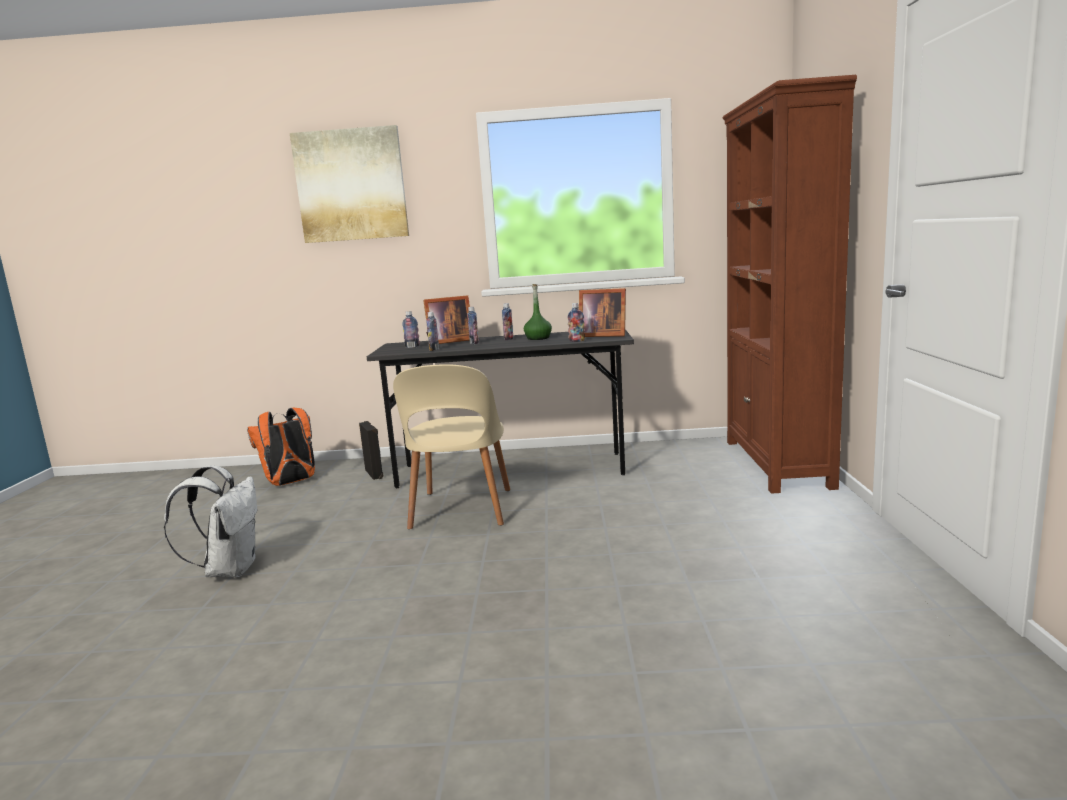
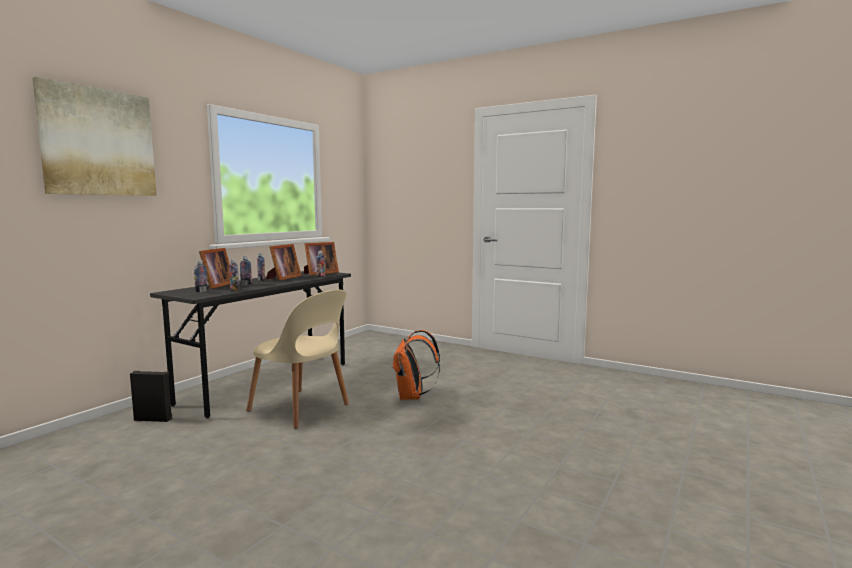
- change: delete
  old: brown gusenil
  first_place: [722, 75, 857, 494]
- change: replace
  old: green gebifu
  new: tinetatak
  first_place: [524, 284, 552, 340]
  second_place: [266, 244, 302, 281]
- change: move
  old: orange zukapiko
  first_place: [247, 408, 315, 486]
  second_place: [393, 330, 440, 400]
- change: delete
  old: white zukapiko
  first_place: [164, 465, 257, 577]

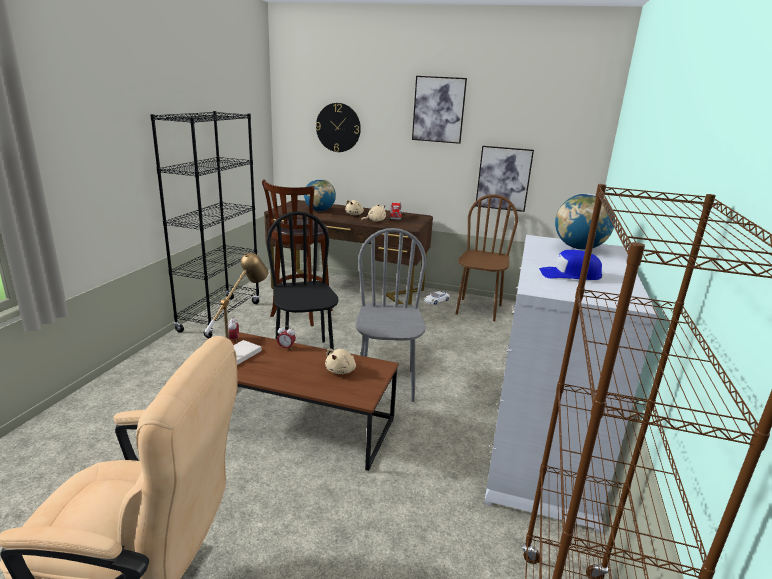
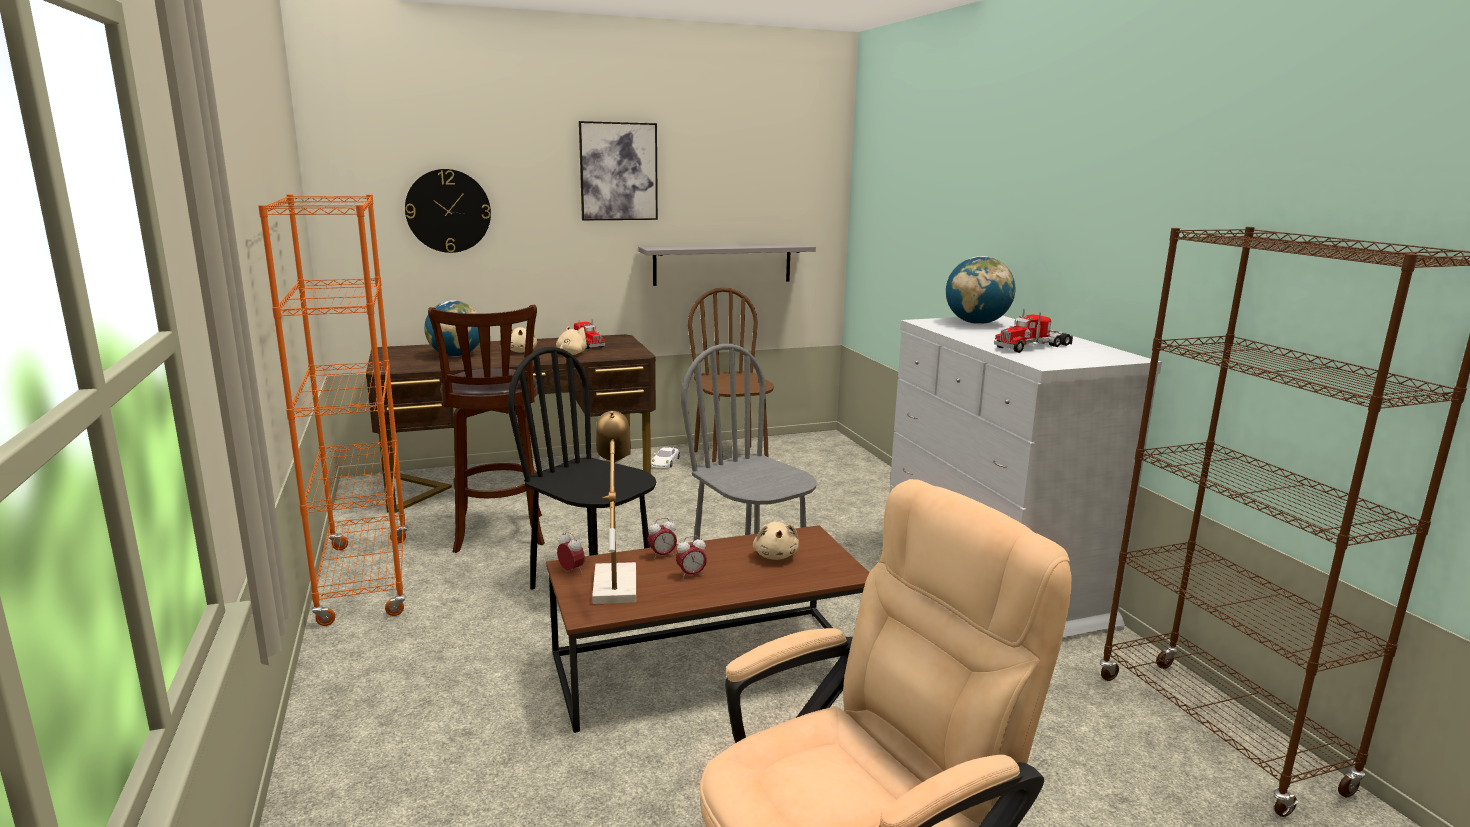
- change: recolor
  old: black gusenil
  new: orange gusenil
  first_place: [150, 111, 260, 338]
  second_place: [258, 194, 408, 626]
- change: replace
  old: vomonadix
  new: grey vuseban
  first_place: [476, 146, 534, 212]
  second_place: [638, 244, 816, 286]
- change: replace
  old: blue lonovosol
  new: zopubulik
  first_place: [539, 250, 602, 280]
  second_place: [994, 309, 1073, 353]
- change: insert
  new: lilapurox
  second_place: [676, 536, 707, 579]

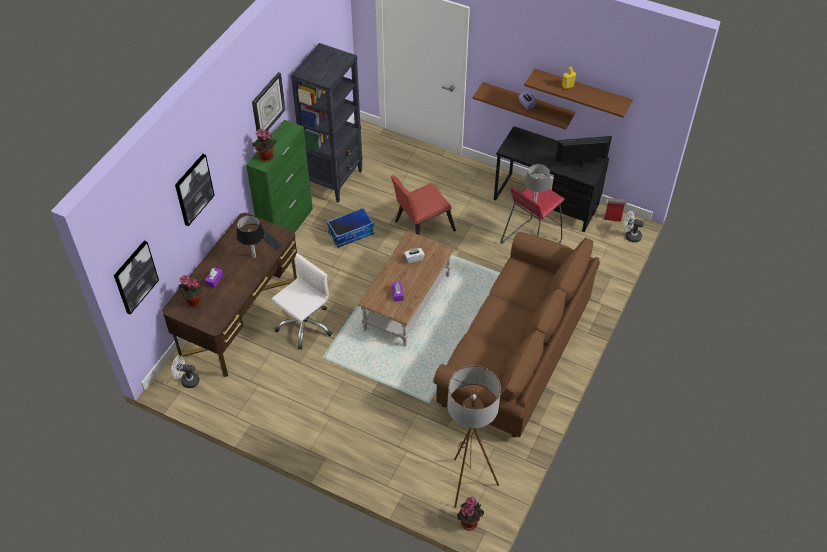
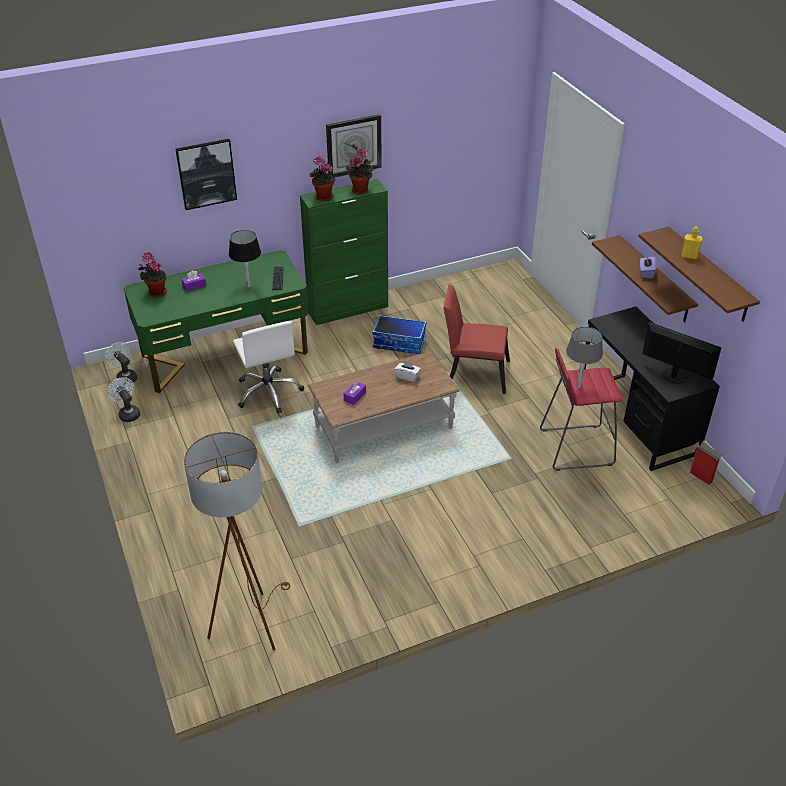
- change: delete
  old: black gusenil
  first_place: [291, 43, 363, 203]
- change: move
  old: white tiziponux
  first_place: [623, 211, 644, 243]
  second_place: [107, 377, 140, 422]
- change: recolor
  old: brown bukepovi
  new: green bukepovi
  first_place: [162, 213, 297, 377]
  second_place: [123, 250, 309, 393]
- change: delete
  old: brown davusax
  first_place: [433, 231, 600, 437]
- change: delete
  old: vomonadix
  first_place: [114, 241, 159, 315]
- change: rotate
  old: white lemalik
  first_place: [272, 253, 332, 350]
  second_place: [233, 321, 304, 413]
  degrees: 75
- change: move
  old: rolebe
  first_place: [457, 496, 484, 530]
  second_place: [346, 148, 374, 195]

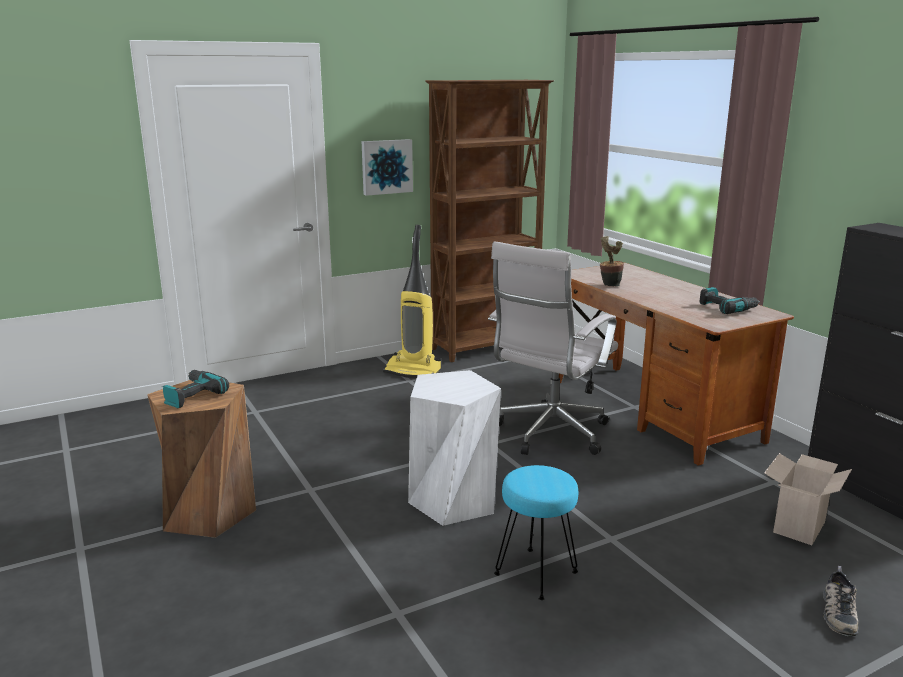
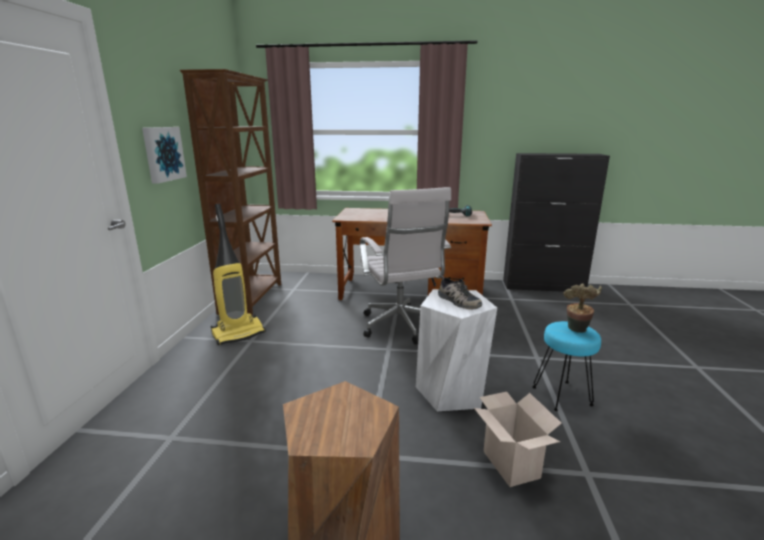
- change: move
  old: rolebe
  first_place: [600, 236, 624, 287]
  second_place: [563, 283, 602, 333]
- change: delete
  old: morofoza
  first_place: [162, 370, 229, 408]
- change: move
  old: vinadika
  first_place: [764, 453, 852, 545]
  second_place: [474, 392, 562, 487]
- change: move
  old: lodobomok
  first_place: [823, 566, 859, 636]
  second_place: [438, 275, 482, 310]

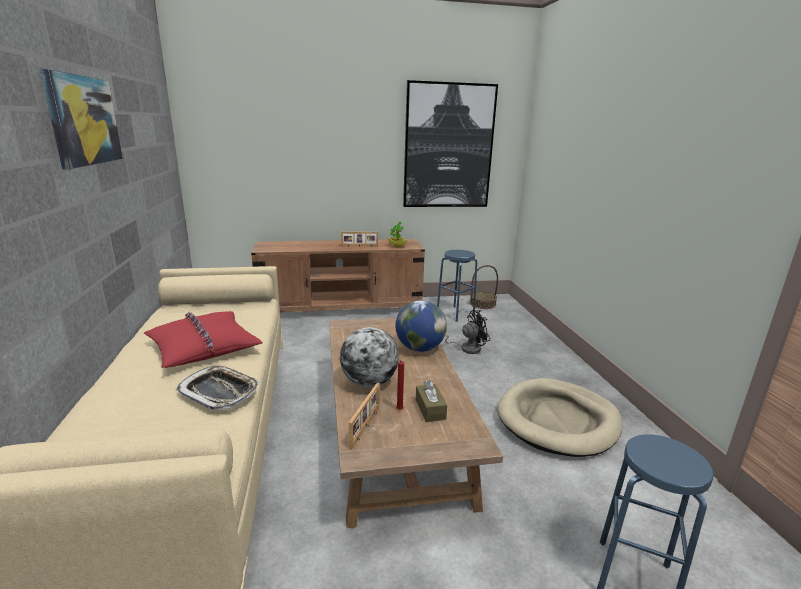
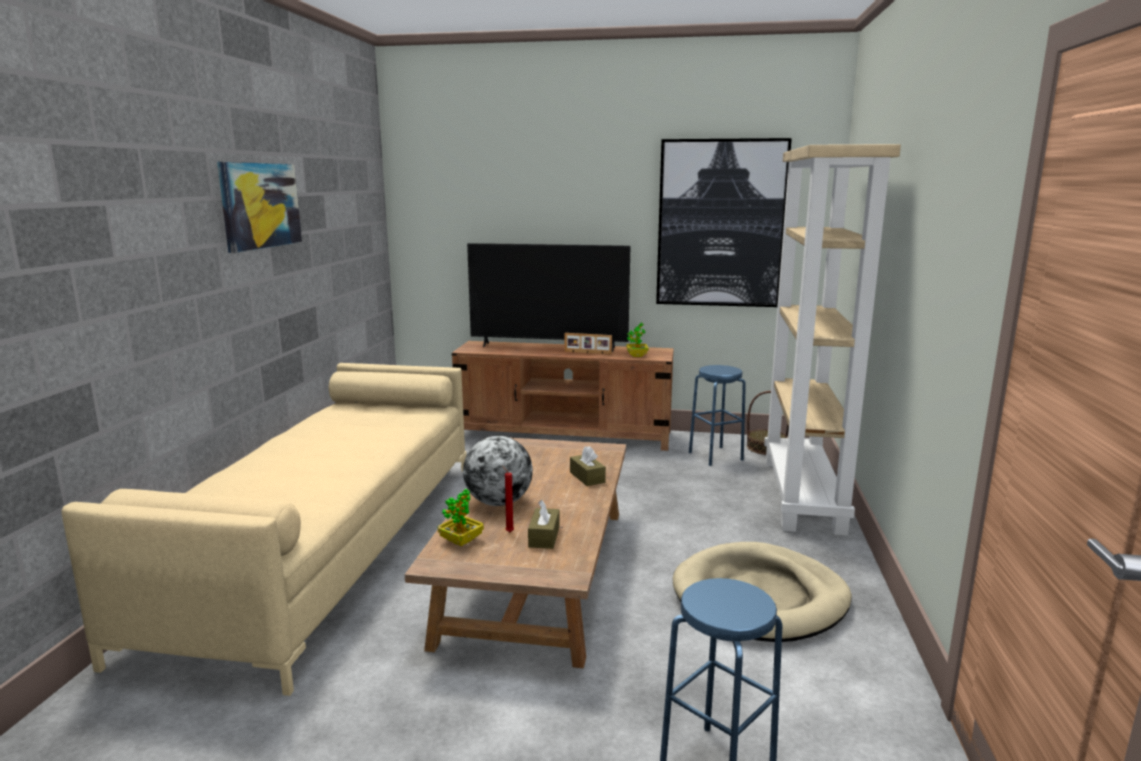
- change: replace
  old: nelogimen
  new: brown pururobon
  first_place: [395, 300, 447, 352]
  second_place: [570, 446, 606, 486]
- change: delete
  old: black tiziponux
  first_place: [445, 310, 490, 354]
- change: delete
  old: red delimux
  first_place: [144, 311, 263, 368]
- change: delete
  old: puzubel
  first_place: [176, 366, 260, 410]
- change: replace
  old: tinetatak
  new: rolebe
  first_place: [348, 383, 380, 449]
  second_place: [438, 489, 484, 546]
- change: insert
  new: beige gusenil
  second_place: [764, 144, 901, 536]
- change: insert
  new: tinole
  second_place: [467, 243, 630, 352]

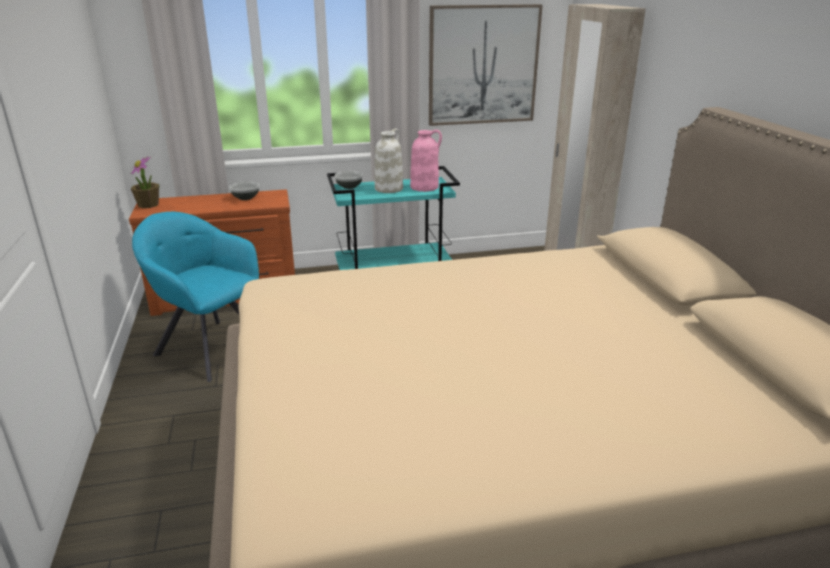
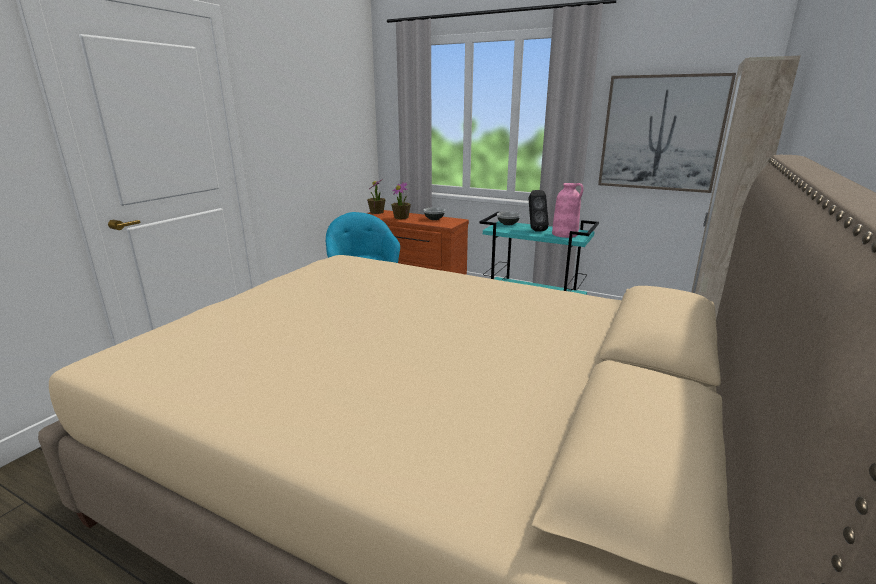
- change: replace
  old: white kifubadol
  new: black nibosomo
  first_place: [375, 128, 403, 193]
  second_place: [529, 190, 549, 232]
- change: insert
  new: rolebe
  second_place: [391, 182, 411, 220]

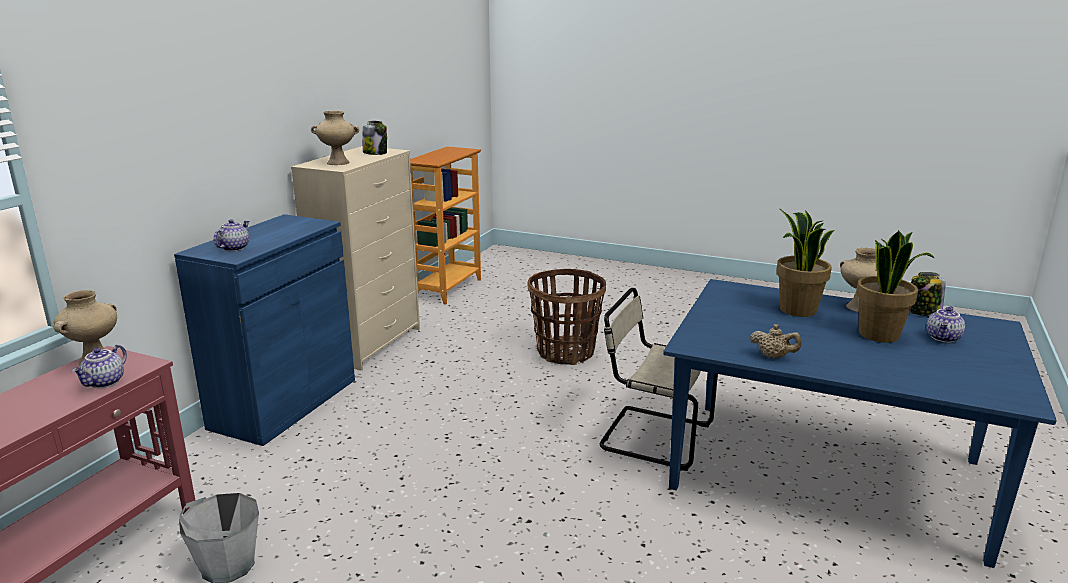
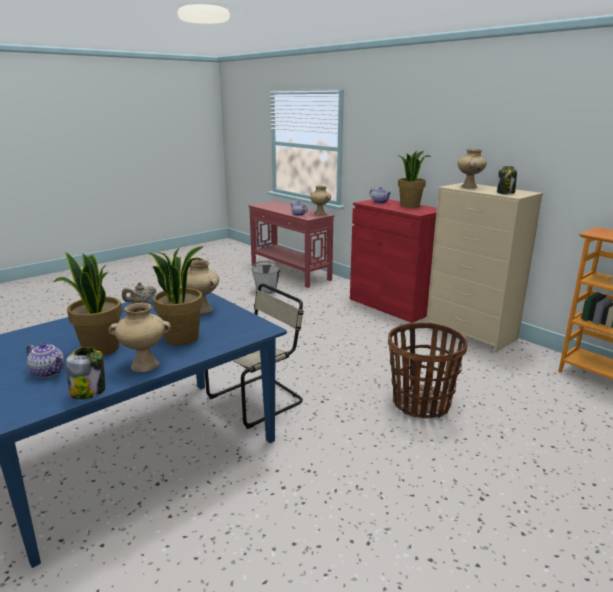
- change: recolor
  old: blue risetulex
  new: red risetulex
  first_place: [174, 214, 355, 446]
  second_place: [350, 199, 437, 323]
- change: rotate
  old: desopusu
  first_place: [927, 306, 965, 343]
  second_place: [26, 343, 64, 378]
  degrees: 150
- change: insert
  new: rolebe
  second_place: [397, 150, 431, 208]
- change: insert
  new: beige kifubadol
  second_place: [180, 260, 219, 314]

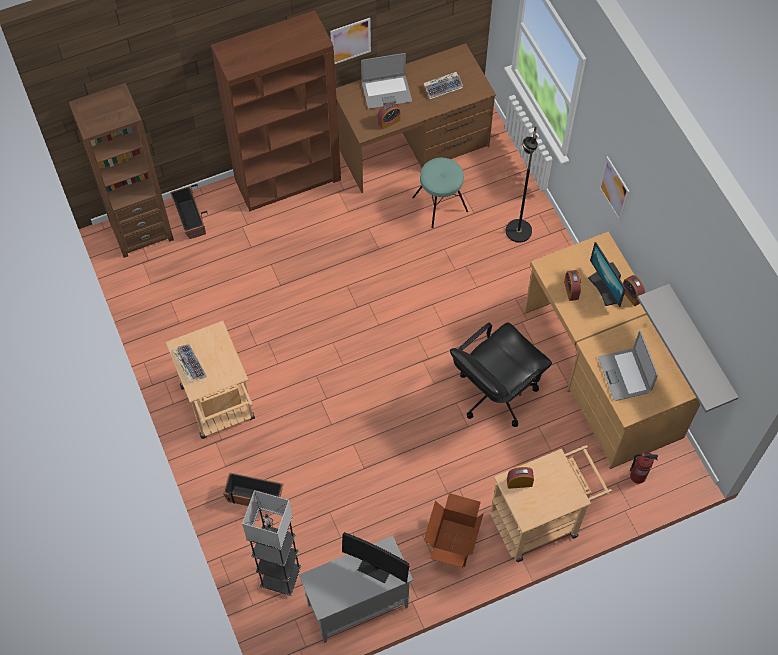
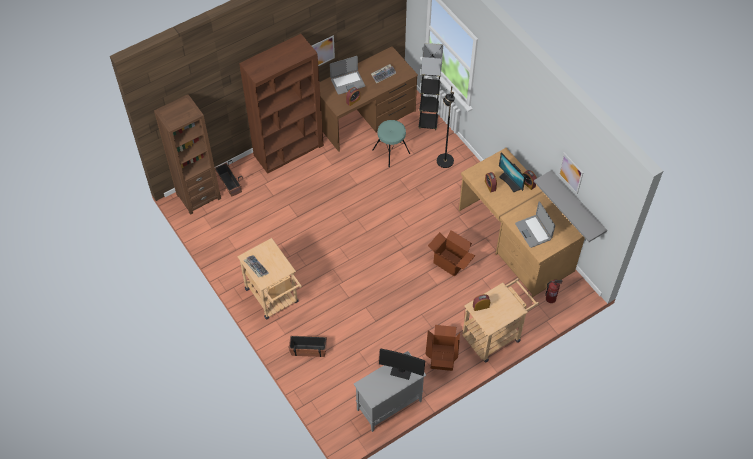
- change: move
  old: vomonadix
  first_place: [599, 156, 629, 221]
  second_place: [558, 153, 583, 194]
- change: replace
  old: black lemalik
  new: vinadika
  first_place: [450, 322, 552, 427]
  second_place: [428, 230, 476, 277]
- change: move
  old: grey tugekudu
  first_place: [242, 490, 301, 596]
  second_place: [418, 43, 444, 130]

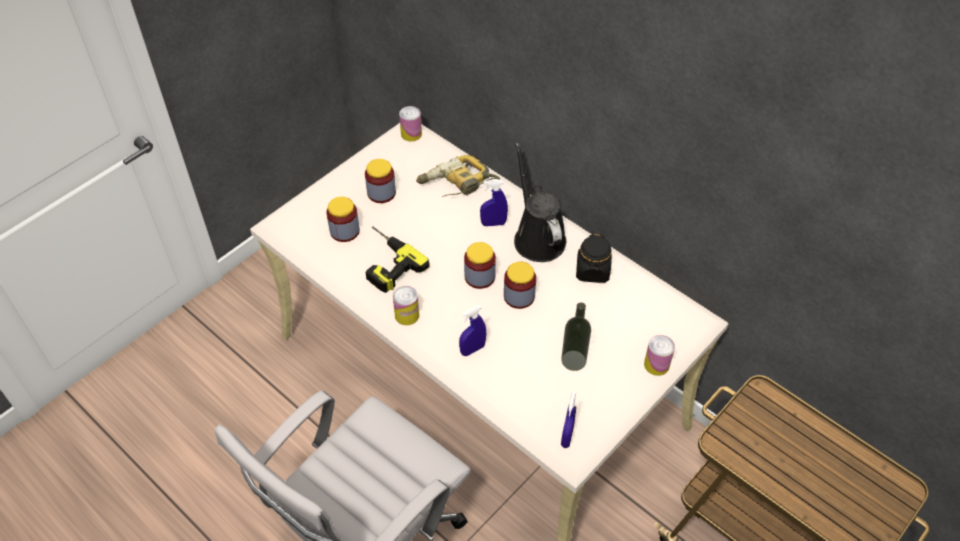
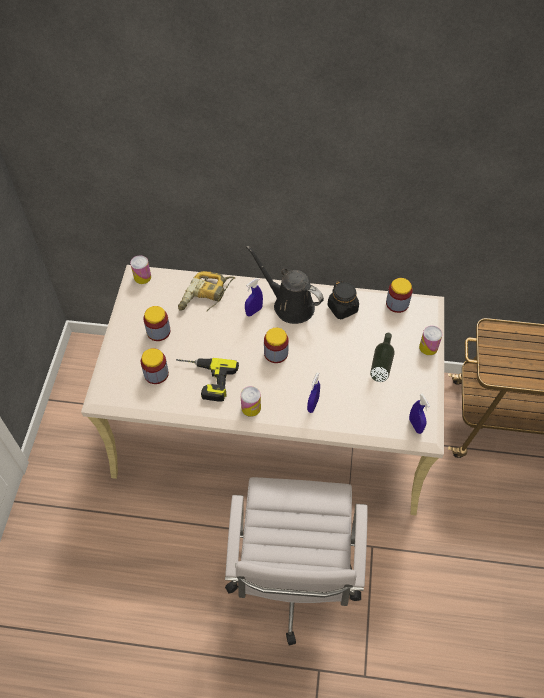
- change: move
  old: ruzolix
  first_place: [504, 262, 536, 309]
  second_place: [386, 278, 413, 313]

